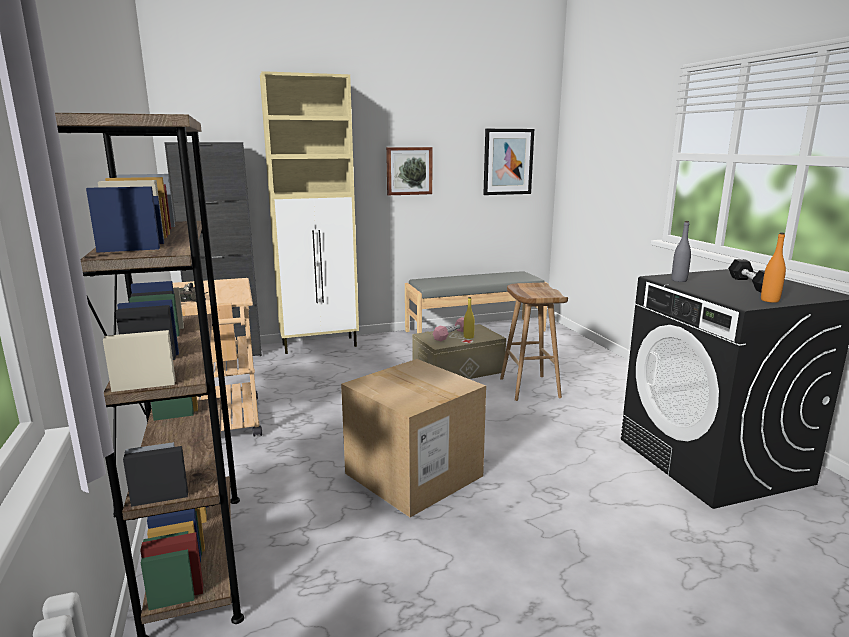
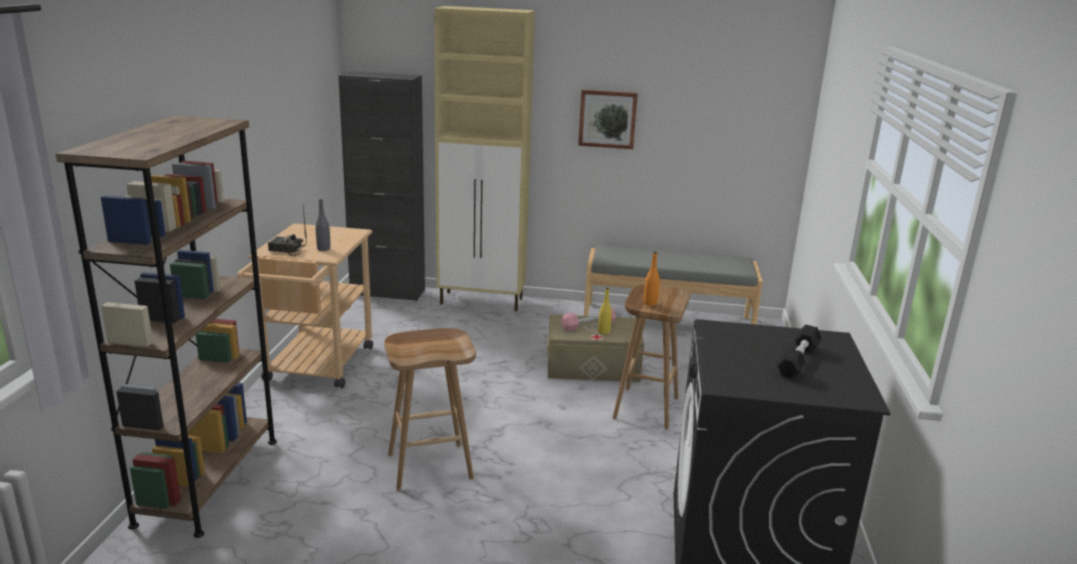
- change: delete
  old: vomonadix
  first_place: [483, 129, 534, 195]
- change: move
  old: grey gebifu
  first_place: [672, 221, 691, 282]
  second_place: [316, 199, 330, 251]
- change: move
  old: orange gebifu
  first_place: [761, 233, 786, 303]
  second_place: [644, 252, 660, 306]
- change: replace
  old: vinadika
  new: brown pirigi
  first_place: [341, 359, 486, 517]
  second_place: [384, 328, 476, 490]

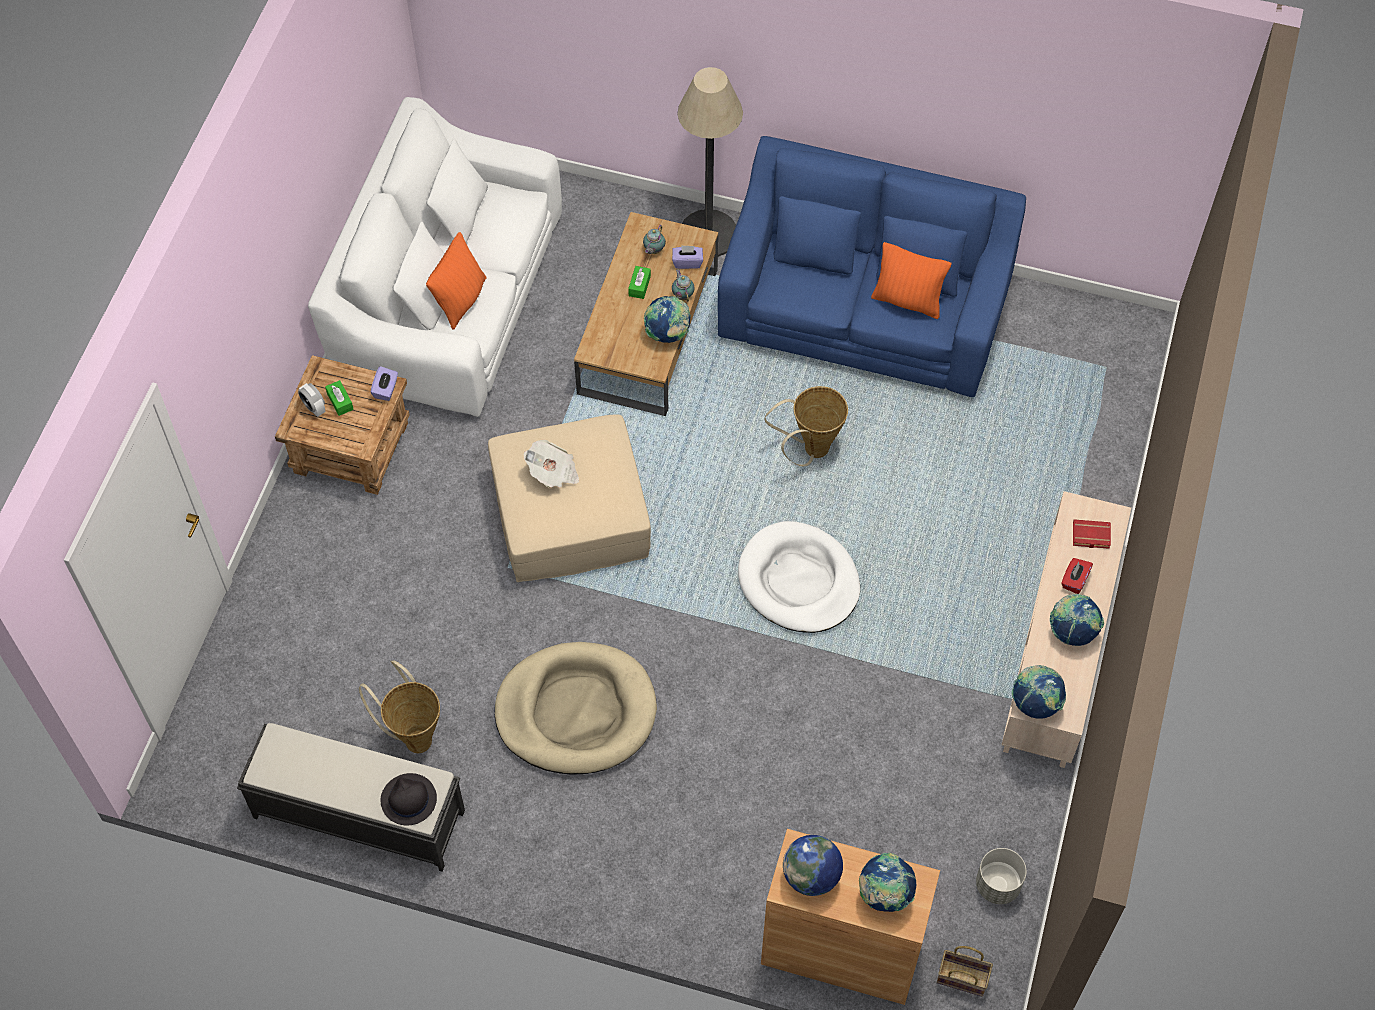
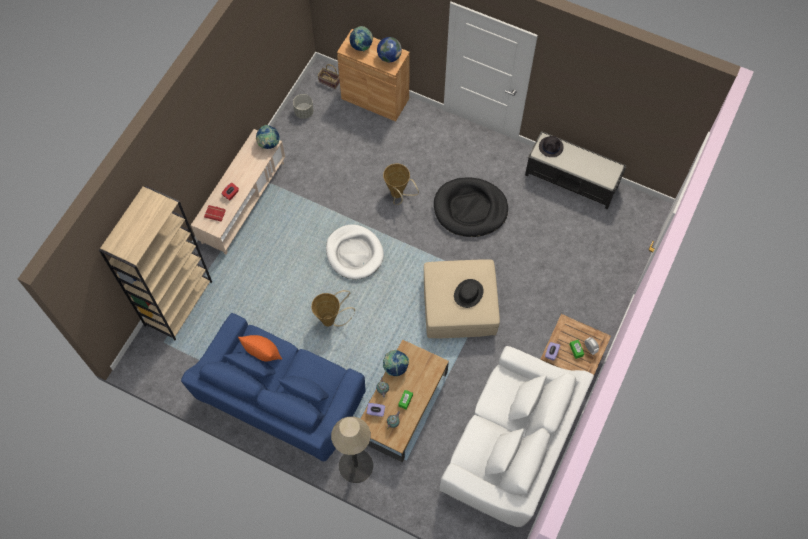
- change: delete
  old: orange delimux
  first_place: [426, 232, 486, 330]
- change: replace
  old: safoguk
  new: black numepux
  first_place: [524, 440, 579, 488]
  second_place: [454, 279, 484, 308]
- change: delete
  old: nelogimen
  first_place: [1050, 594, 1104, 646]
- change: recolor
  old: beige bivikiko
  new: black bivikiko
  first_place: [495, 642, 657, 775]
  second_place: [434, 177, 508, 237]
- change: move
  old: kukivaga
  first_place: [359, 661, 440, 753]
  second_place: [383, 164, 419, 205]
- change: insert
  new: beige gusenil
  second_place: [99, 185, 212, 340]

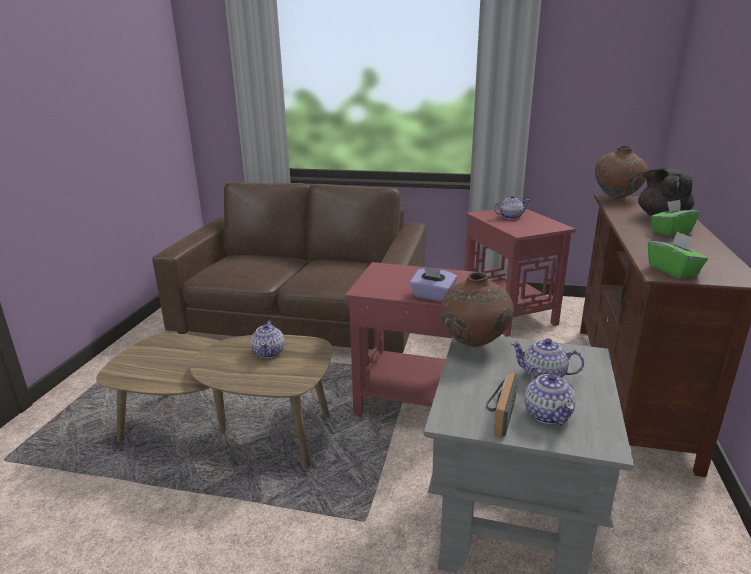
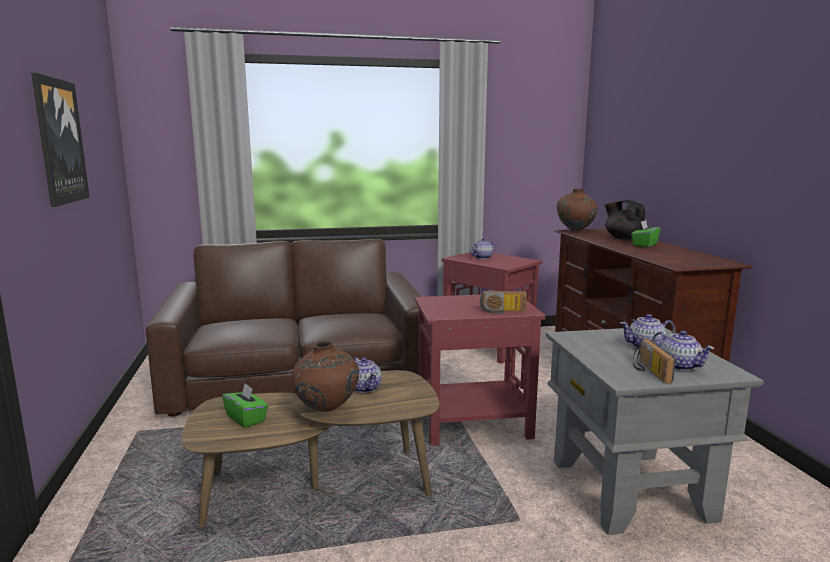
- change: move
  old: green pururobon
  first_place: [648, 231, 708, 279]
  second_place: [222, 383, 268, 428]
- change: replace
  old: purple pururobon
  new: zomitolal
  first_place: [410, 266, 457, 302]
  second_place: [480, 291, 527, 314]
- change: move
  old: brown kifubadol
  first_place: [440, 272, 514, 347]
  second_place: [292, 341, 359, 412]
- change: insert
  new: vomonadix
  second_place: [31, 73, 90, 207]

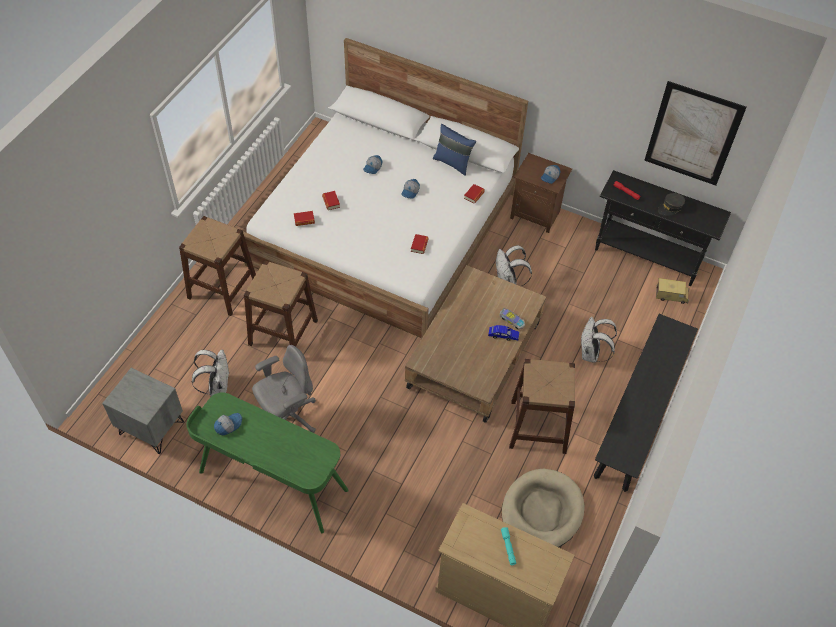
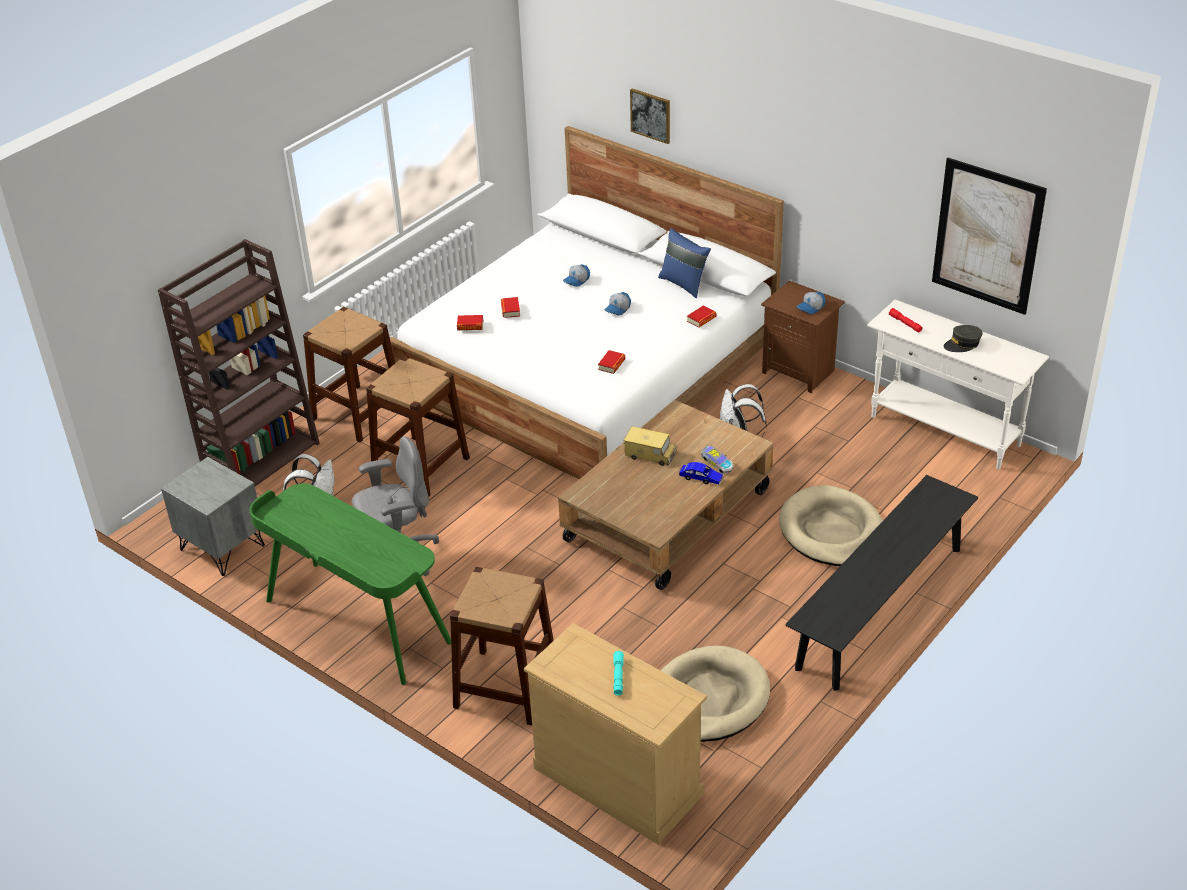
- change: recolor
  old: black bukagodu
  new: white bukagodu
  first_place: [595, 170, 731, 286]
  second_place: [867, 300, 1049, 470]
- change: move
  old: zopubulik
  first_place: [656, 278, 689, 304]
  second_place: [623, 426, 677, 466]
- change: replace
  old: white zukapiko
  new: beige bivikiko
  first_place: [580, 317, 617, 362]
  second_place: [779, 485, 883, 566]
- change: move
  old: brown pirigi
  first_place: [509, 359, 575, 454]
  second_place: [450, 567, 554, 725]
- change: delete
  old: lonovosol
  first_place: [214, 413, 242, 436]
- change: insert
  new: vomonadix
  second_place: [630, 88, 670, 144]
- change: insert
  new: brown gusenil
  second_place: [158, 239, 320, 486]

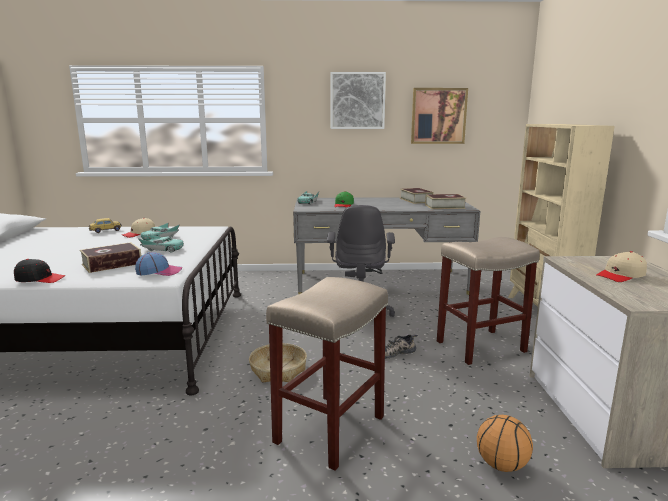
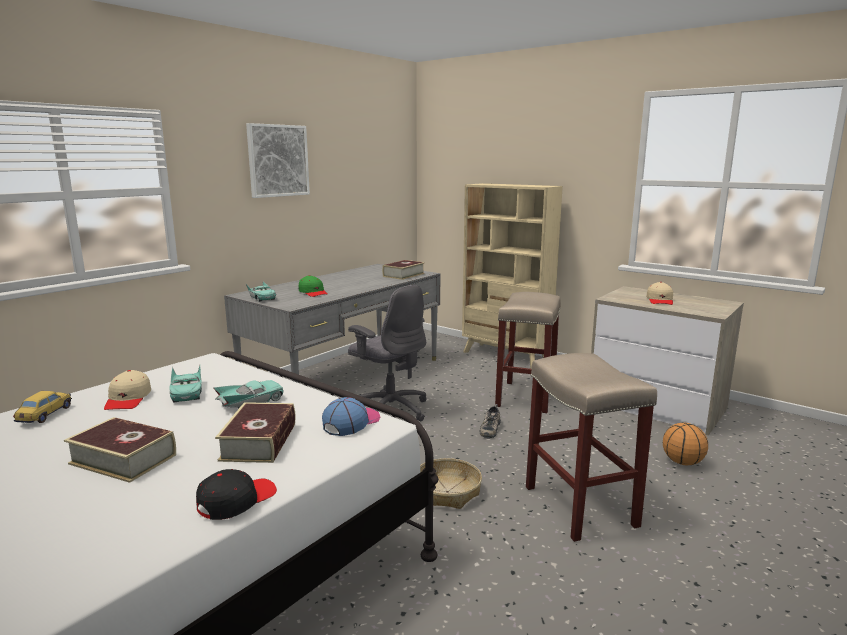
- change: delete
  old: vomonadix
  first_place: [411, 88, 468, 144]
- change: move
  old: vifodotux
  first_place: [400, 188, 434, 204]
  second_place: [64, 417, 176, 483]

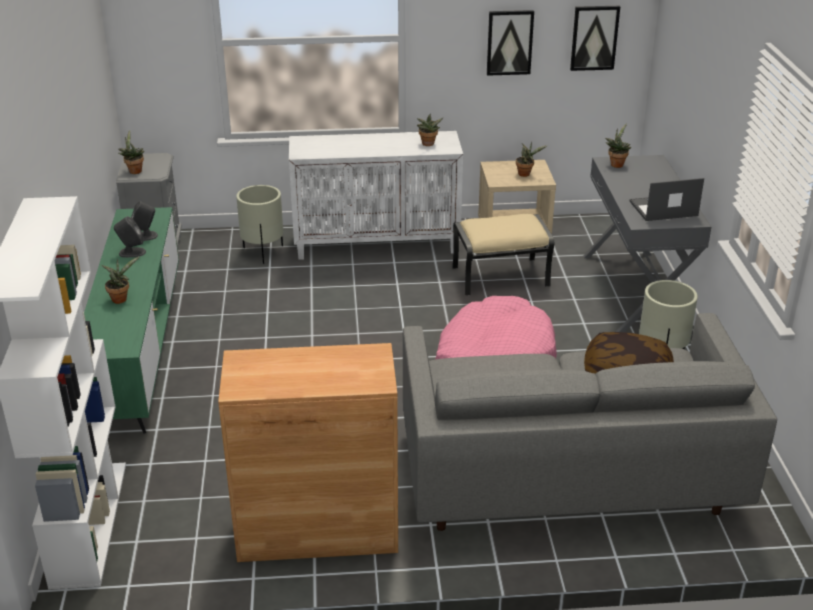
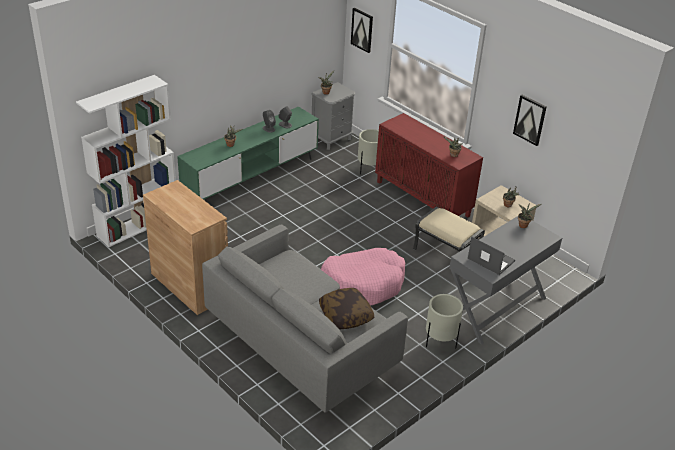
- change: move
  old: vomonadix
  first_place: [570, 6, 620, 71]
  second_place: [351, 8, 373, 53]
- change: recolor
  old: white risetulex
  new: red risetulex
  first_place: [289, 131, 463, 260]
  second_place: [375, 113, 483, 217]

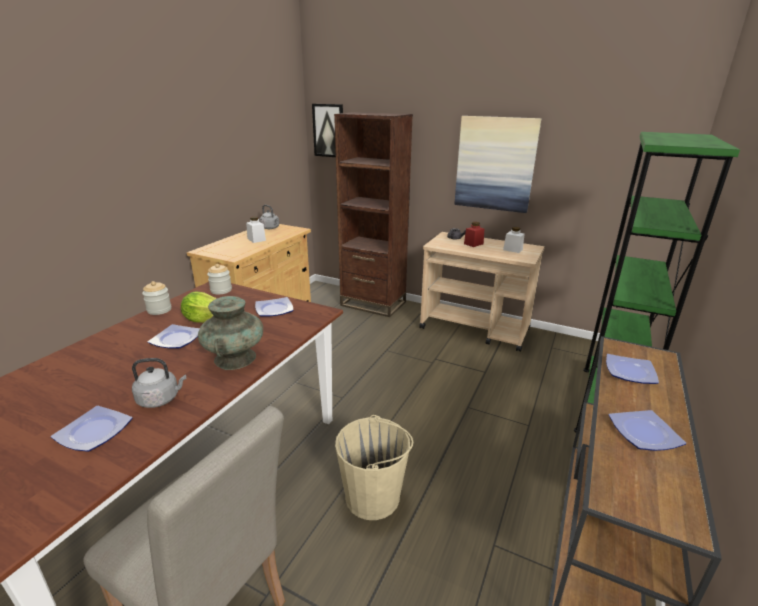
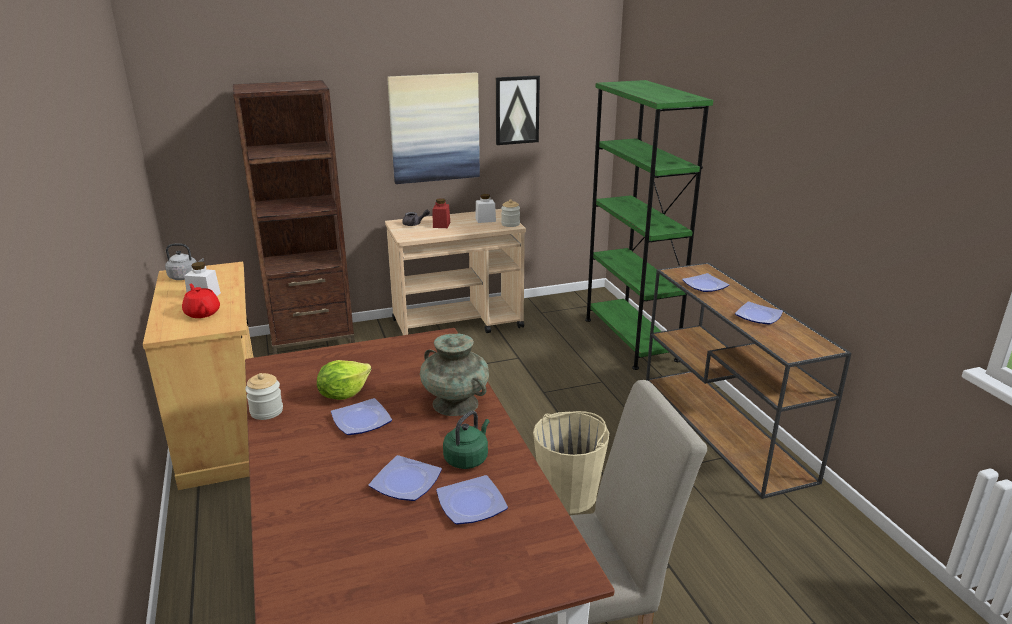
- change: move
  old: vomonadix
  first_place: [312, 104, 343, 157]
  second_place: [496, 75, 540, 145]
- change: move
  old: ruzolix
  first_place: [207, 264, 232, 295]
  second_place: [501, 200, 520, 227]
- change: move
  old: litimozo
  first_place: [255, 297, 294, 317]
  second_place: [369, 455, 442, 501]
- change: recolor
  old: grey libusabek
  new: green libusabek
  first_place: [132, 358, 186, 408]
  second_place: [443, 411, 490, 469]
- change: insert
  new: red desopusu
  second_place: [182, 284, 220, 318]

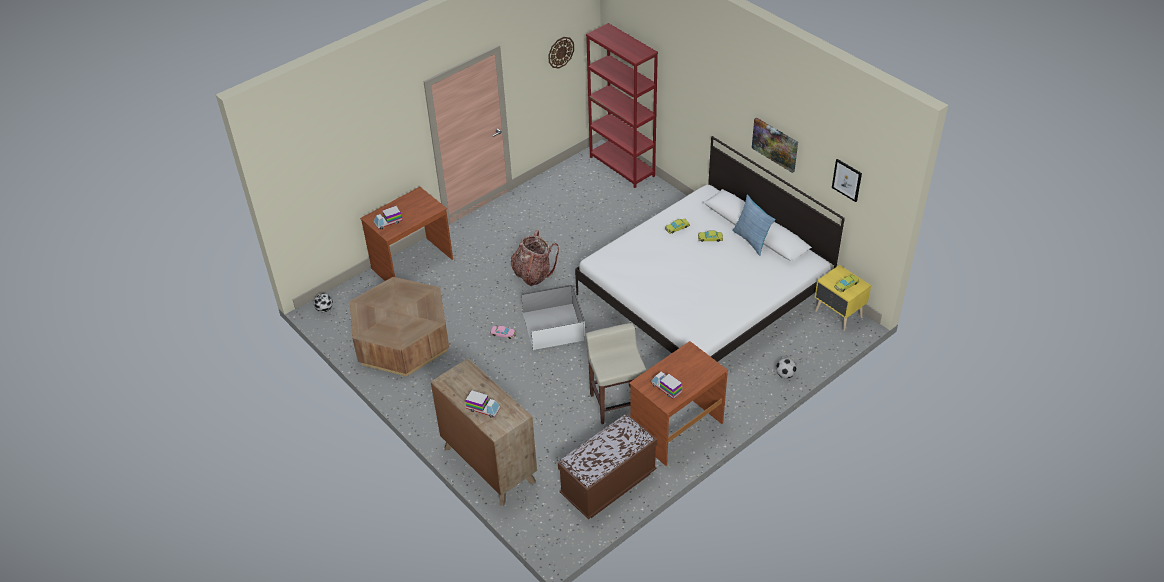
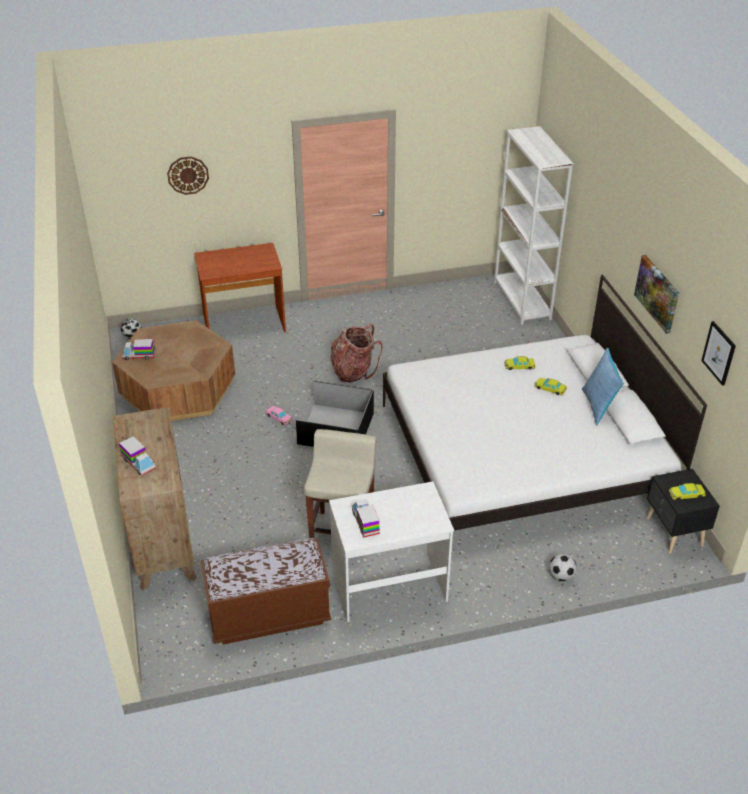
- change: recolor
  old: red gusenil
  new: white gusenil
  first_place: [586, 23, 658, 188]
  second_place: [494, 126, 573, 325]
- change: move
  old: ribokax
  first_place: [548, 37, 574, 69]
  second_place: [167, 157, 209, 195]
- change: move
  old: zopubulik
  first_place: [374, 206, 403, 229]
  second_place: [122, 339, 155, 360]
- change: recolor
  old: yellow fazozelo
  new: black fazozelo
  first_place: [815, 265, 871, 331]
  second_place: [646, 469, 720, 554]
- change: recolor
  old: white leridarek
  new: black leridarek
  first_place: [521, 285, 585, 350]
  second_place: [296, 380, 374, 447]
- change: recolor
  old: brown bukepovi
  new: white bukepovi
  first_place: [629, 341, 728, 466]
  second_place: [329, 482, 454, 622]

